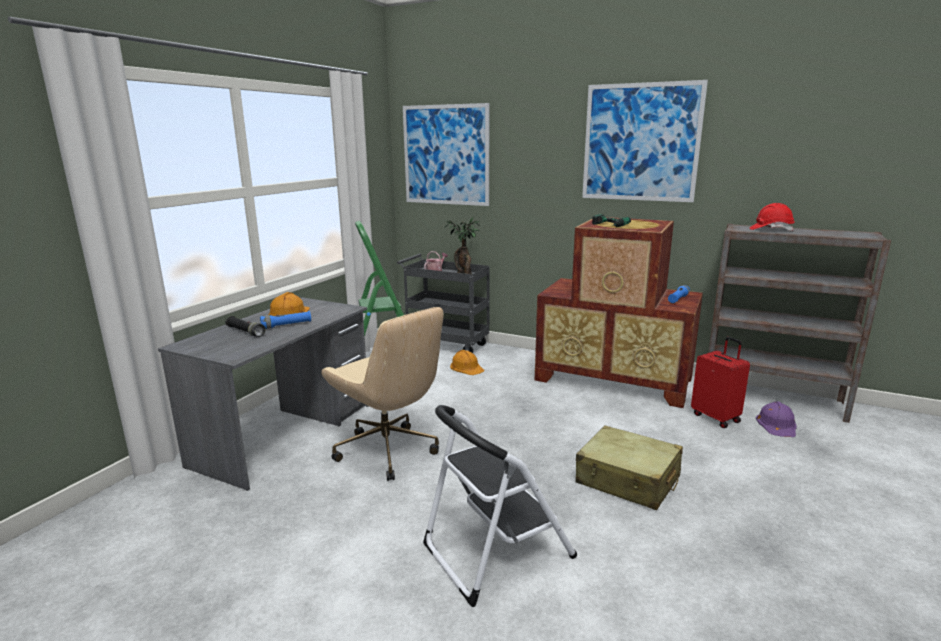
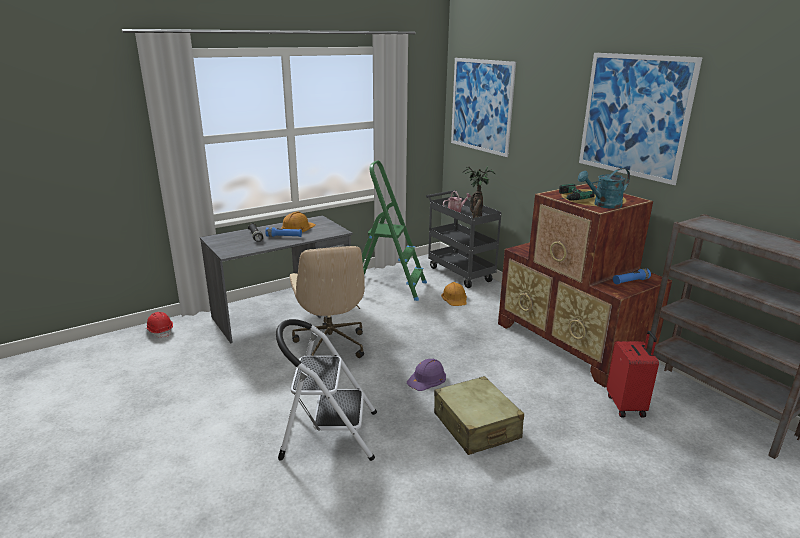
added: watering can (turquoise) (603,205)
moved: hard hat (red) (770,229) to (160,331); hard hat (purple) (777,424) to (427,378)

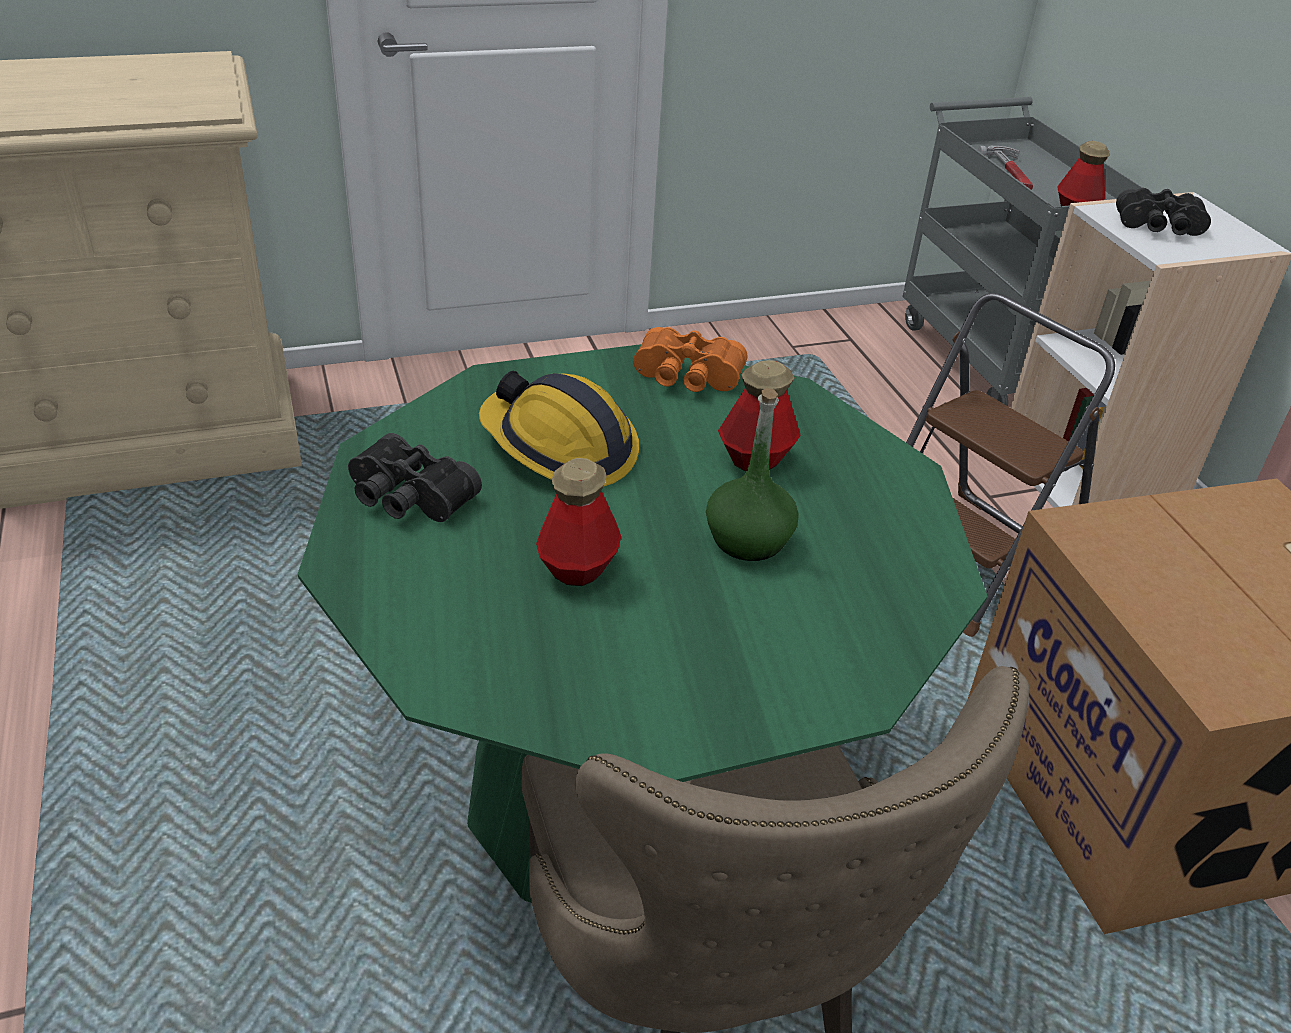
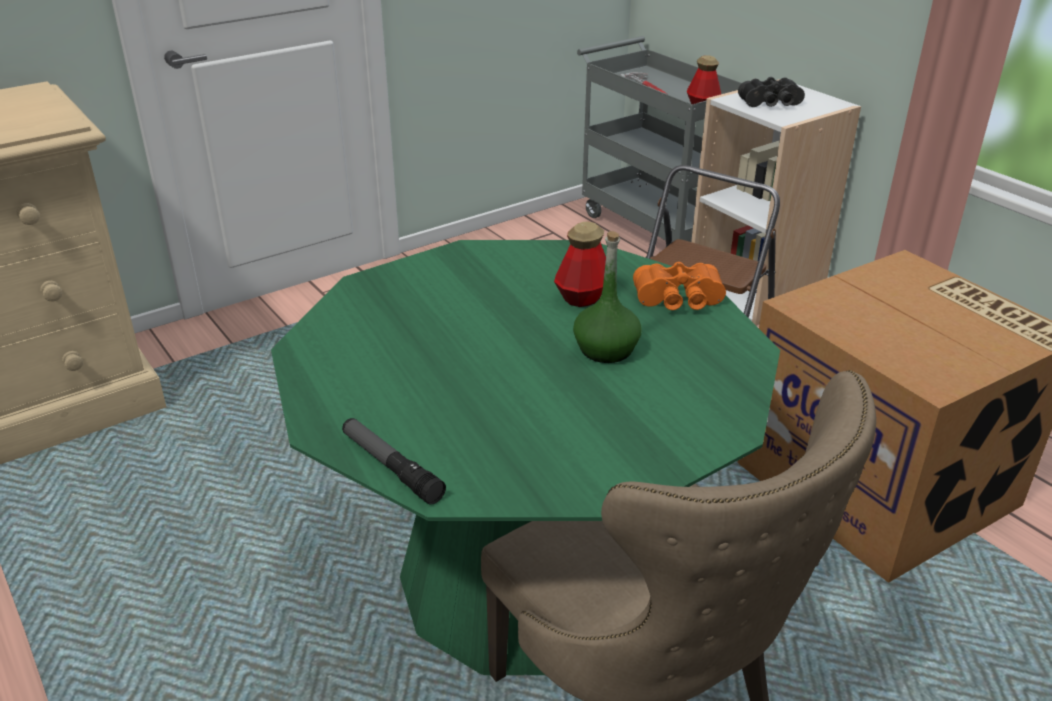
removed: binoculars (black) (407,498); hard hat (559,448); bottle (578,567)
added: flashlight (391,467)
moved: binoculars (orange) (686,378) to (679,301)

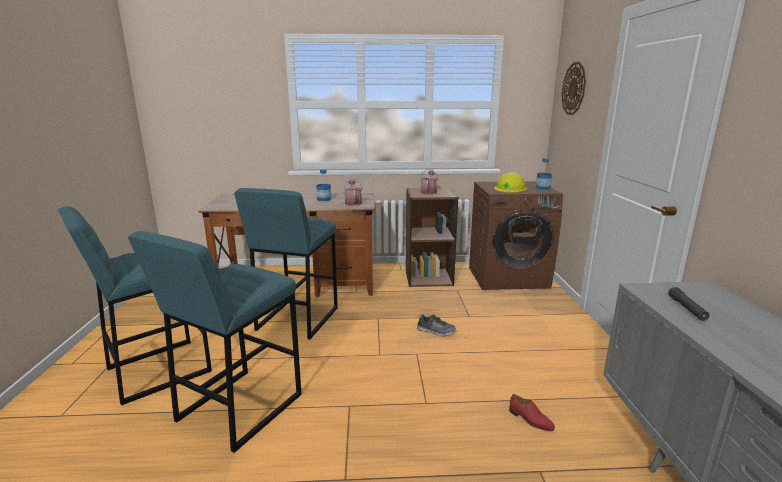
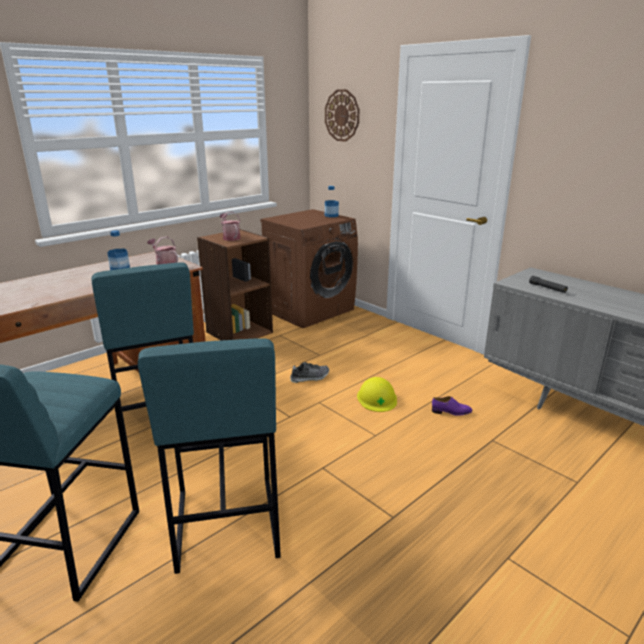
moved: hard hat (yellow) (510,188) to (377,398)
recoloured: shoe (red) (530,420) to shoe (purple) (451,412)

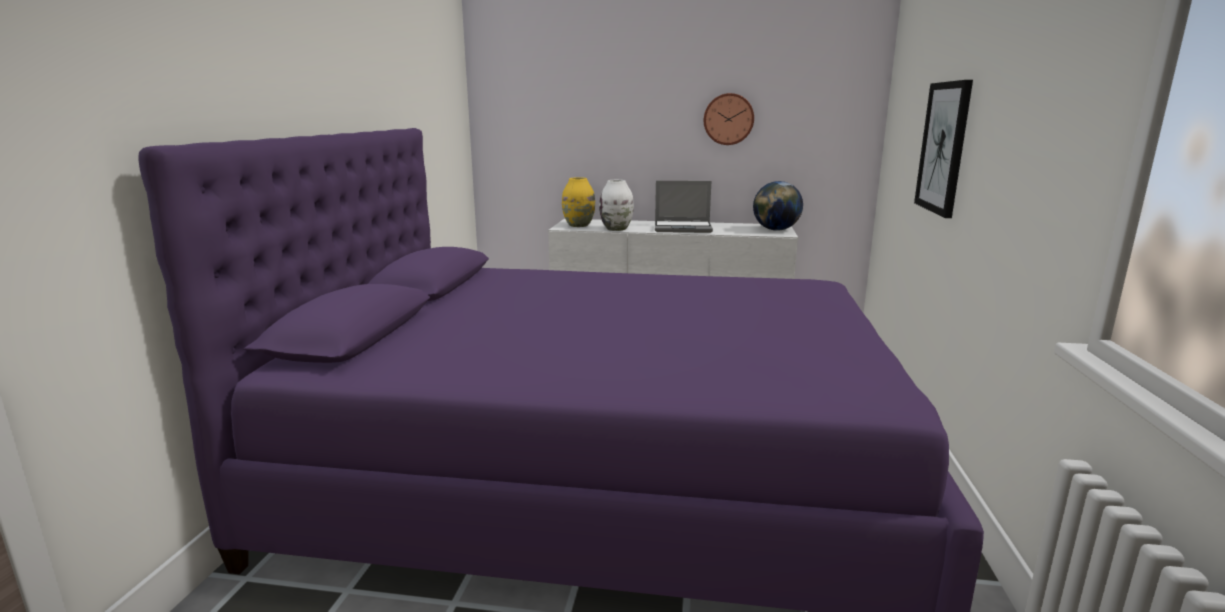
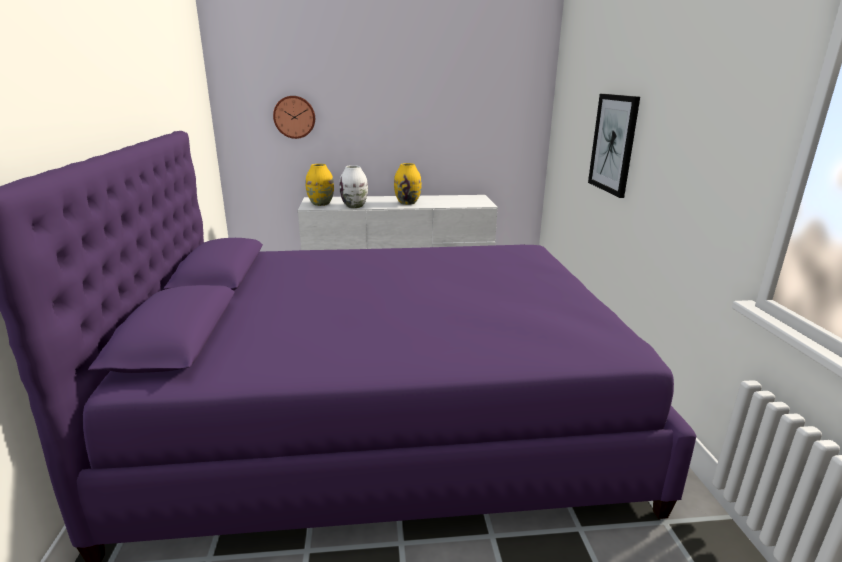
removed: globe (776,230)
moved: wall clock (728,119) to (294,117)
replaced: laptop (683,228) to vase (yellow) (407,203)

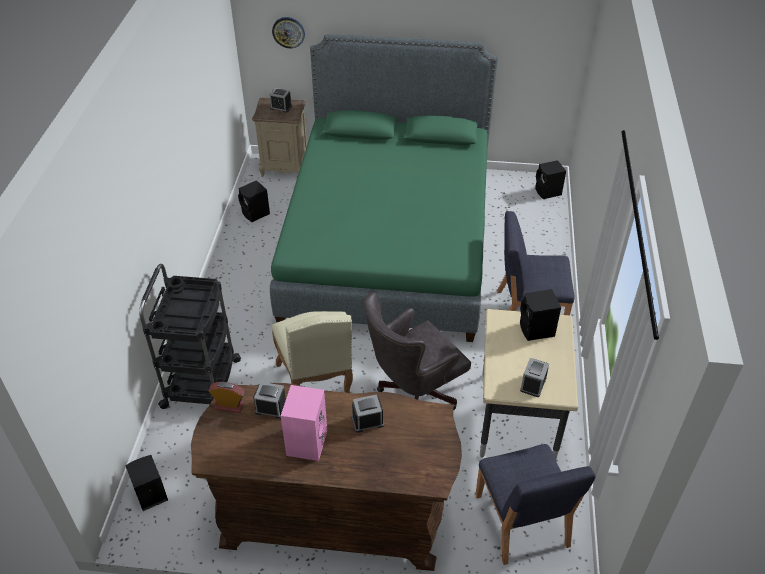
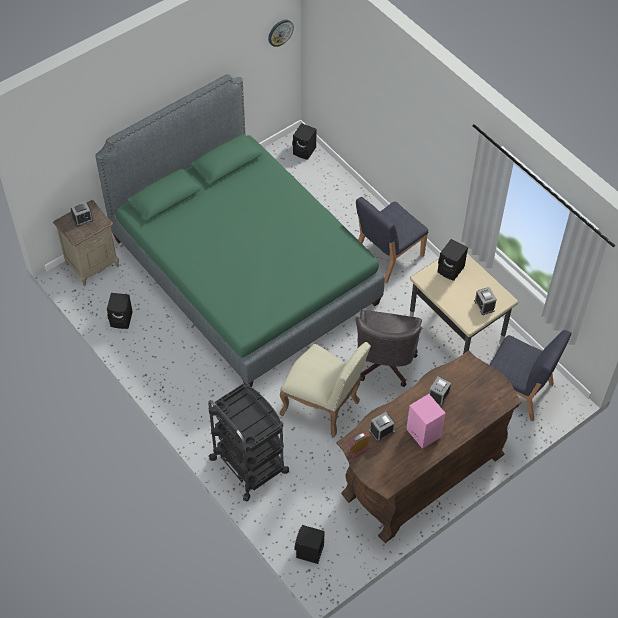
moved: wall clock (288,32) to (280,32)

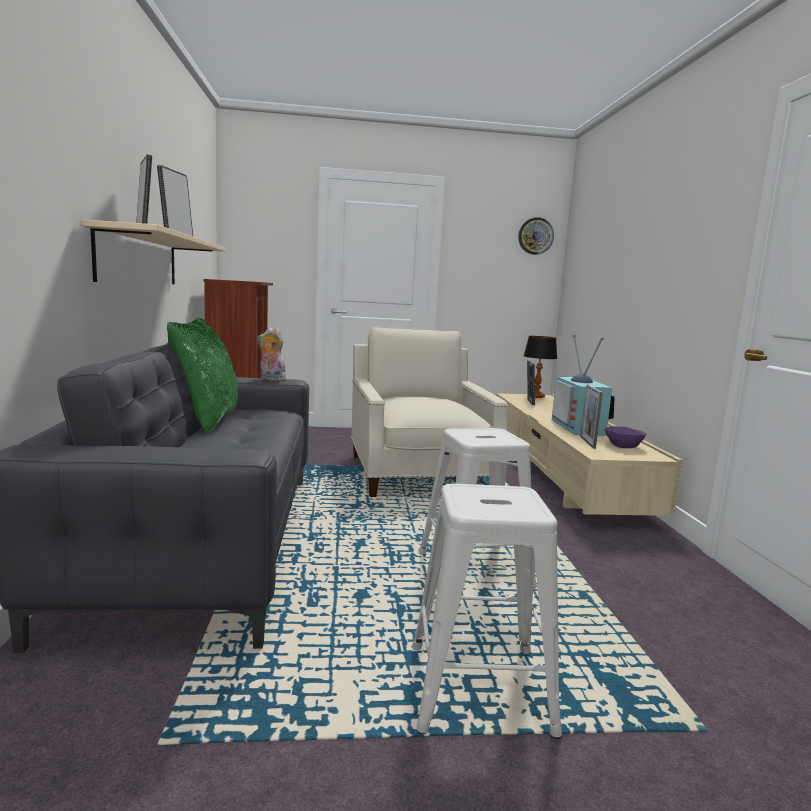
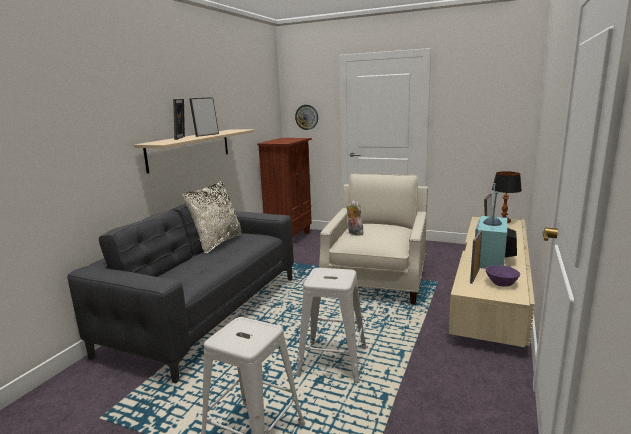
moved: wall clock (535,236) to (307,117); plush toy (270,379) to (354,233)
recoloured: pillow (green) (206,421) to pillow (beige) (218,243)

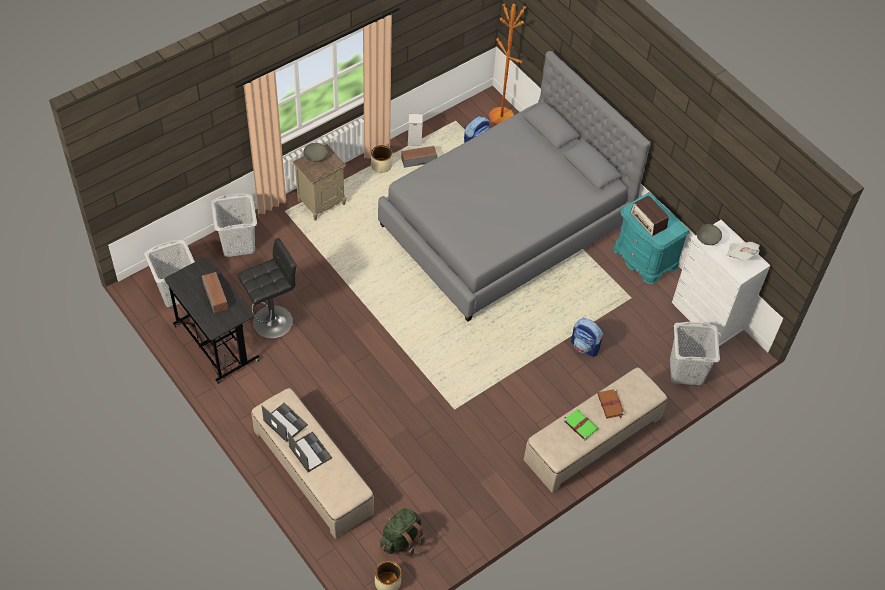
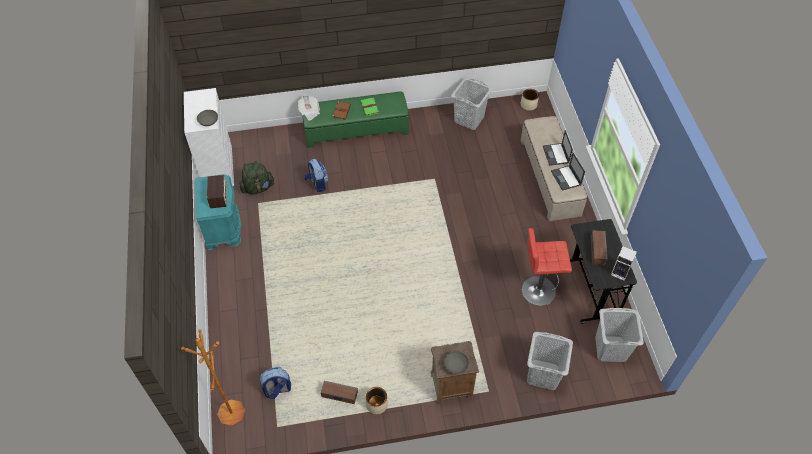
removed: bed (grey) (506,224)
moved: backpack (green) (401,539) to (258,188); newspaper (740,255) to (309,112); laundry basket (grey) (686,371) to (468,119); speaker (414,142) to (620,273)
recoloured: bench (beige) (592,439) to bench (green) (356,129); stool (black) (273,322) to stool (red) (538,290)

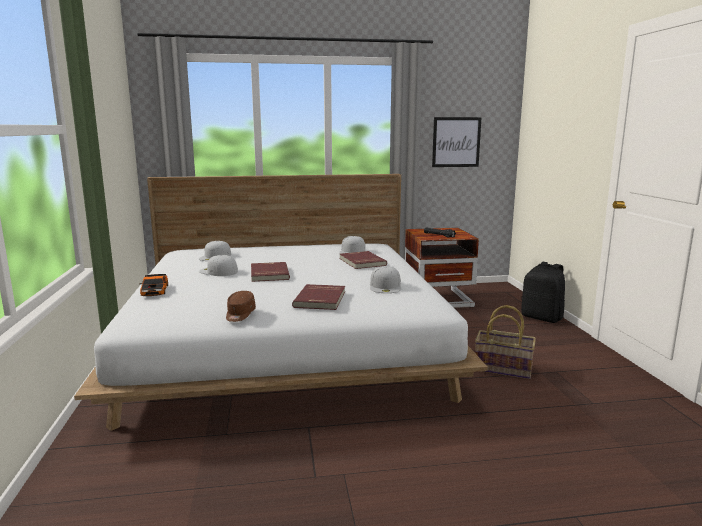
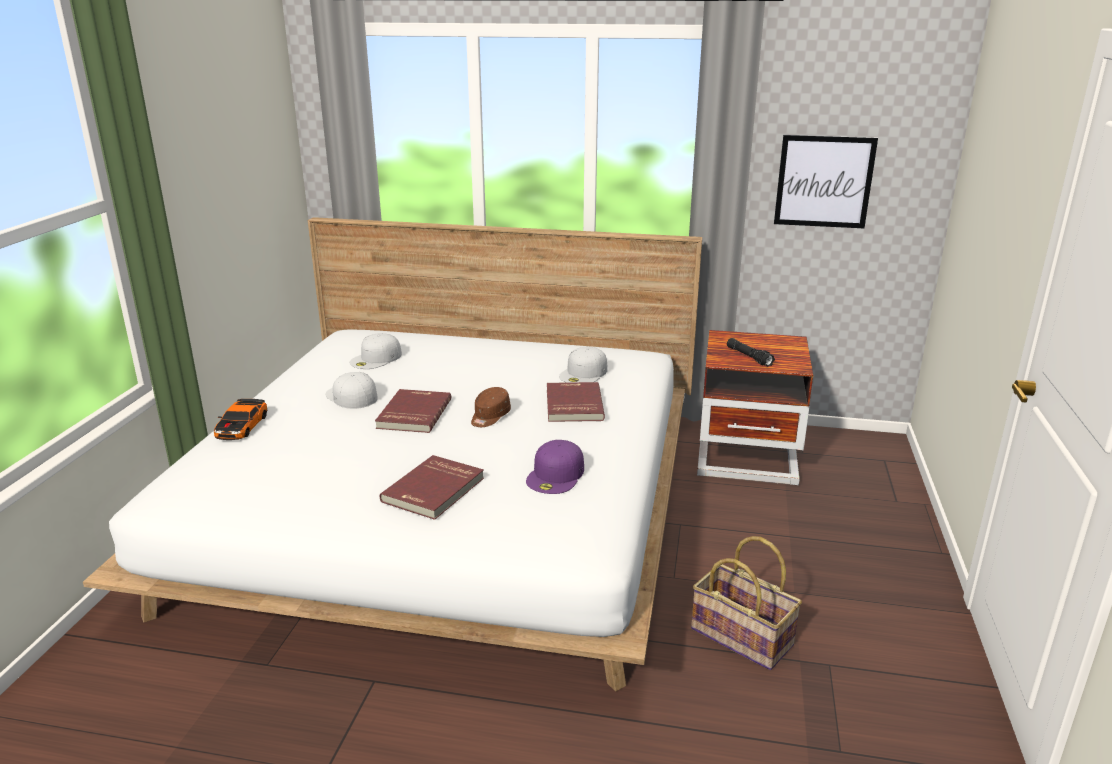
removed: backpack (black) (542,318)
moved: cap (brown) (240,314) to (489,417)
recoloured: cap (white) (386,286) to cap (purple) (556,475)

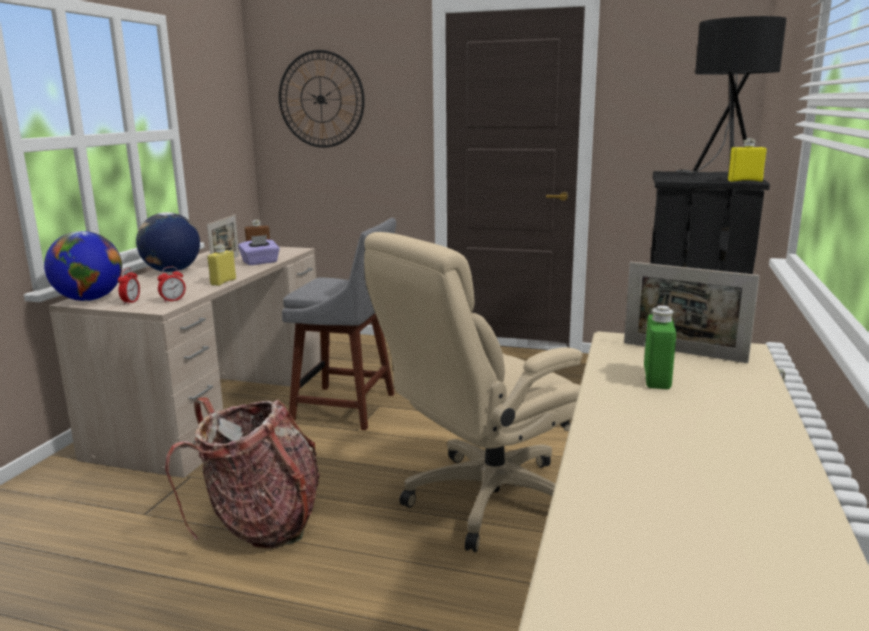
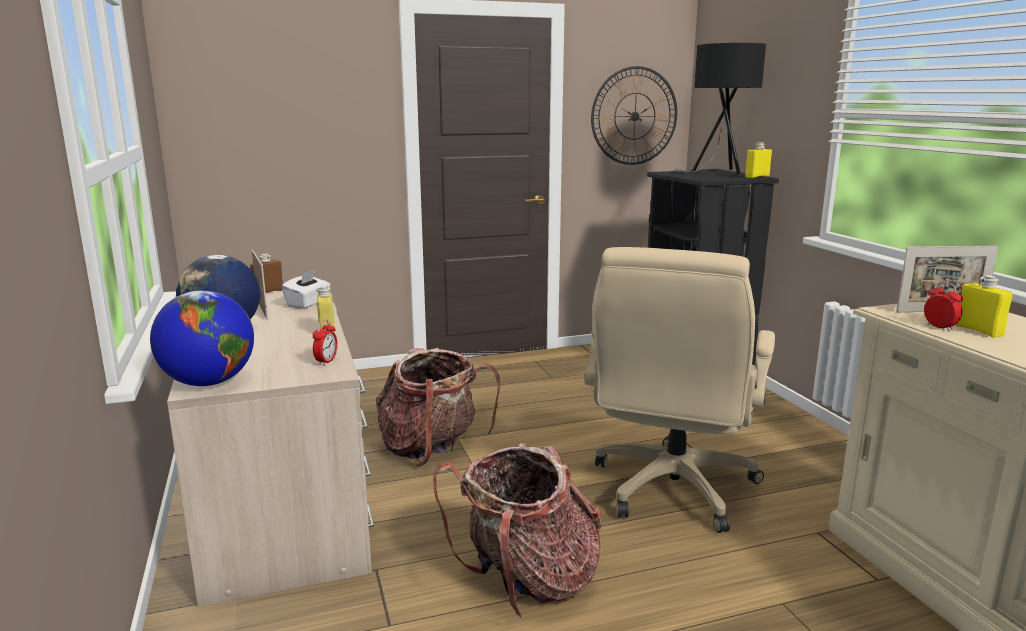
moved: wall clock (321,99) to (634,116); alarm clock (131,302) to (939,327)
replaced: chair (grey) (349,408) to backpack (432,449)
recoloured: tissue box (purple) (260,262) to tissue box (white) (308,304); bottle (green) (656,378) to bottle (yellow) (979,331)

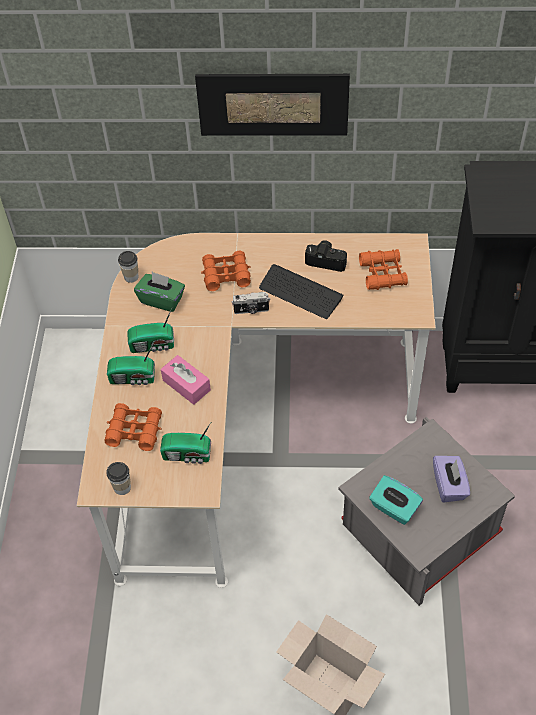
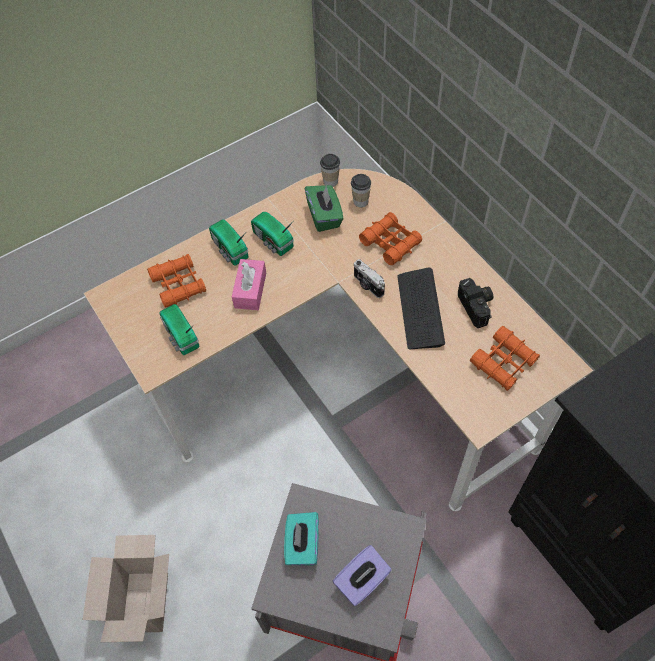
removed: picture (273,104)
moved: cup (122,487) to (360,201)

